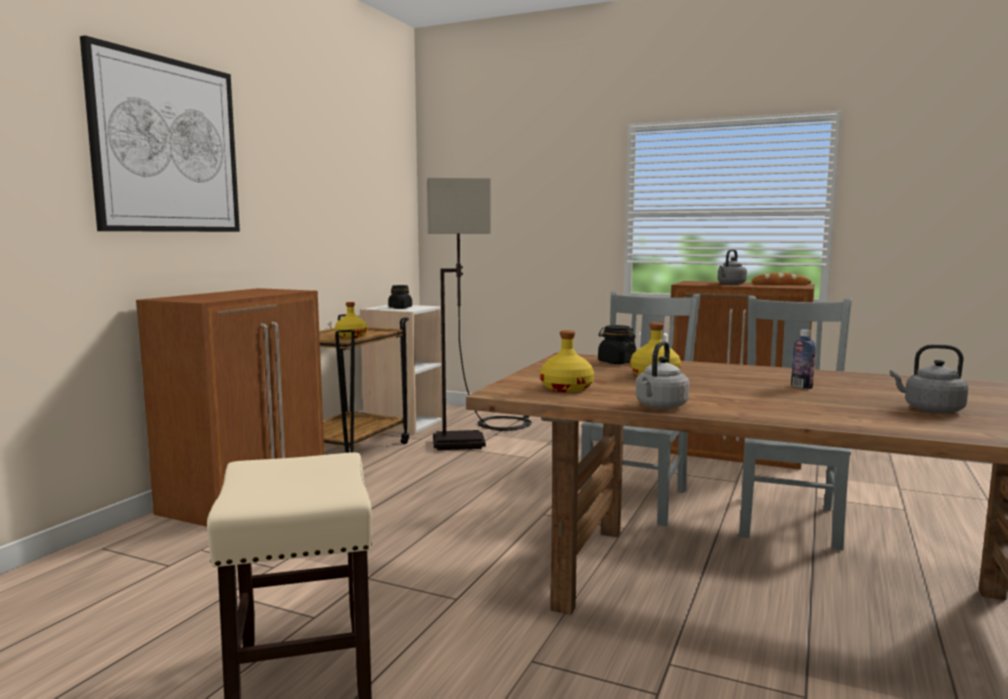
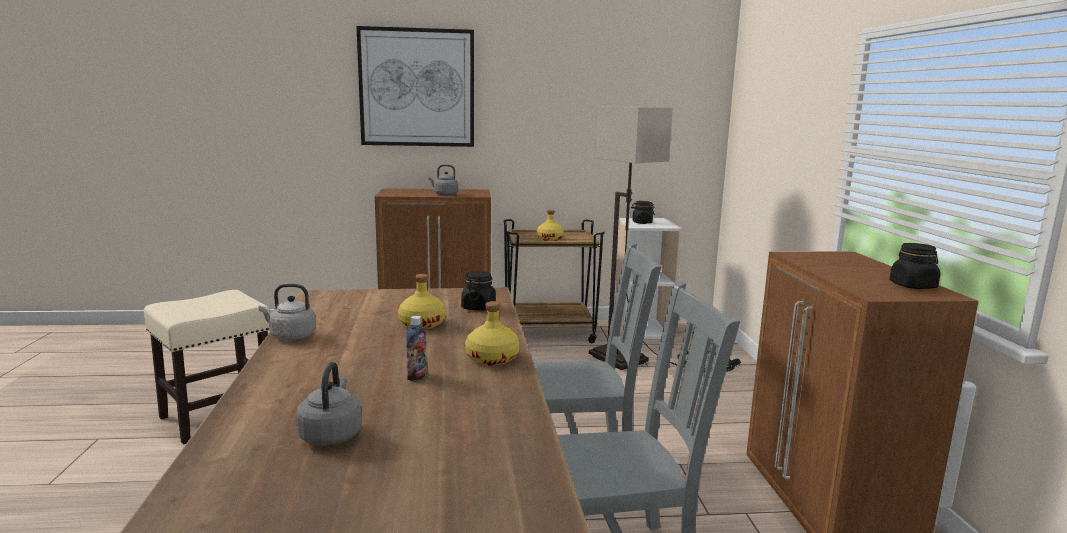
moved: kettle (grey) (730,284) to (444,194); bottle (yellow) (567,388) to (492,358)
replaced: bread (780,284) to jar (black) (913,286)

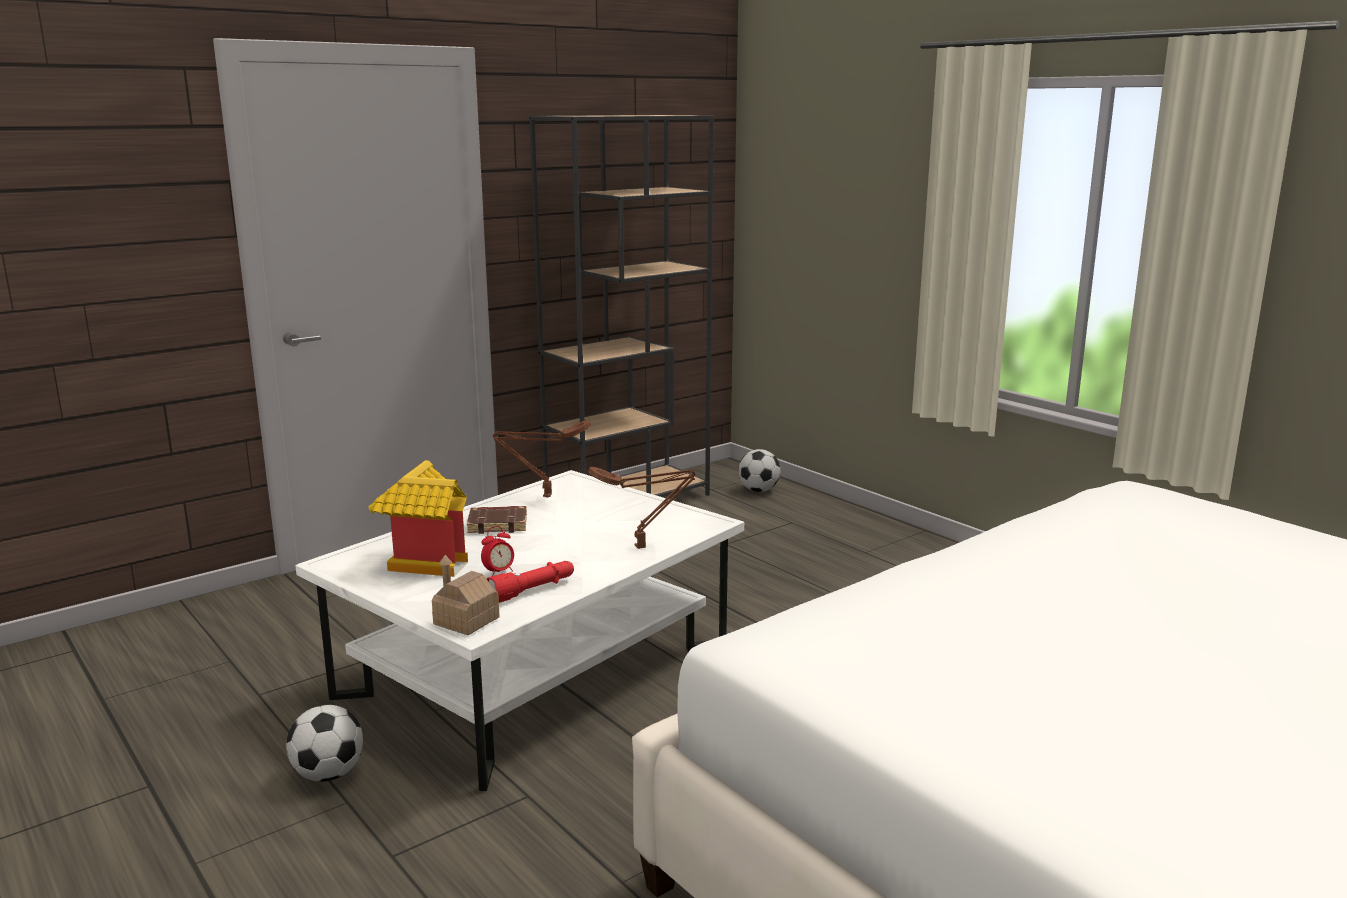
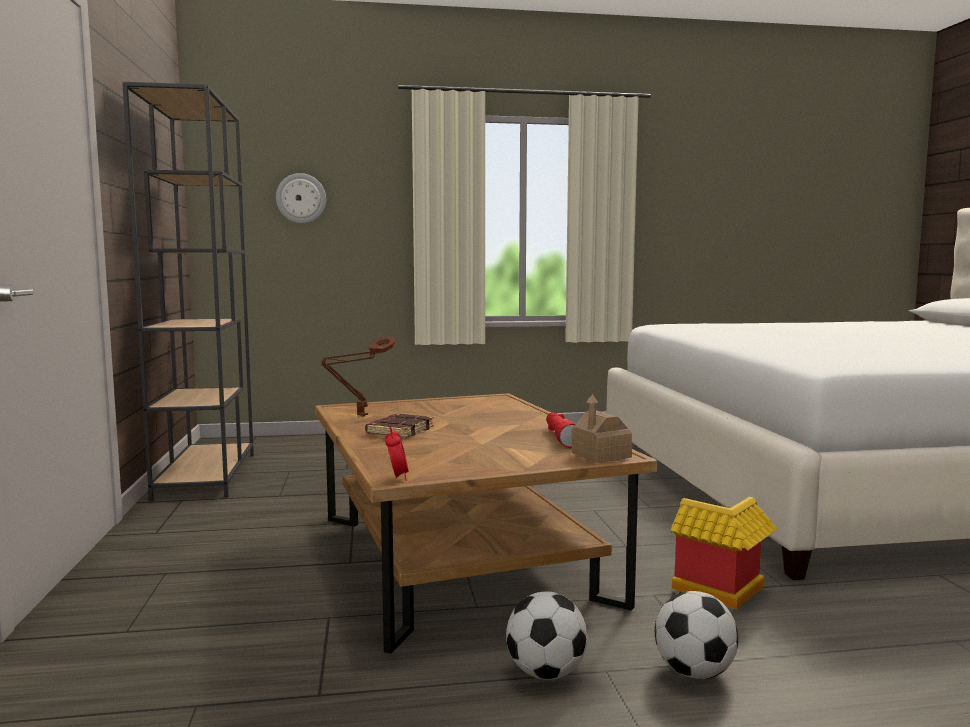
removed: table lamp (brown) (643,547)
added: wall clock (301,198)
moved: alarm clock (499,572) to (397,478); football (759,490) to (694,672); toy house (422,561) to (719,592)
recoloured: coffee table (white) (536,671) to coffee table (brown) (458,558)

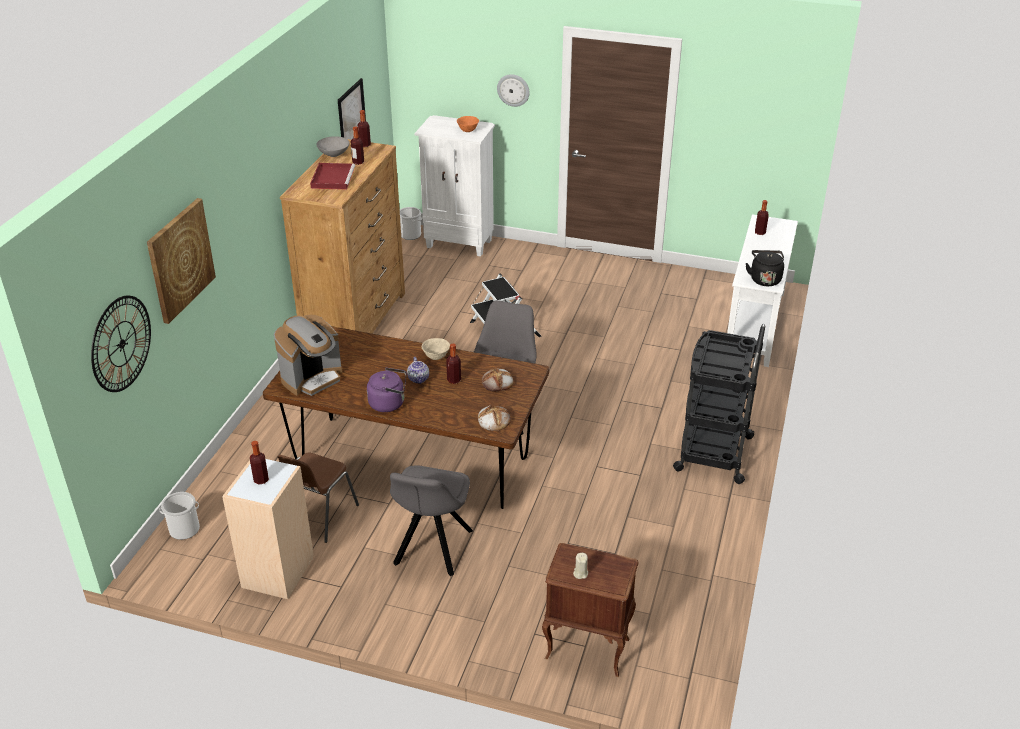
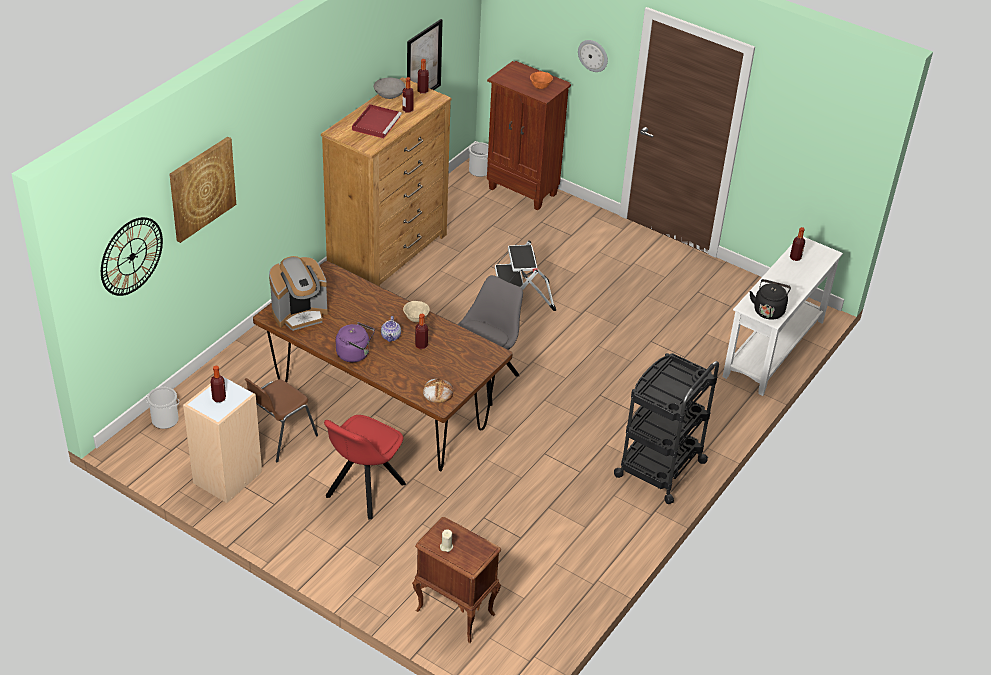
removed: bread (498,382)
recoloured: chair (grey) (432,547) to chair (red) (364,490); cabinet (white) (459,245) to cabinet (brown) (522,192)

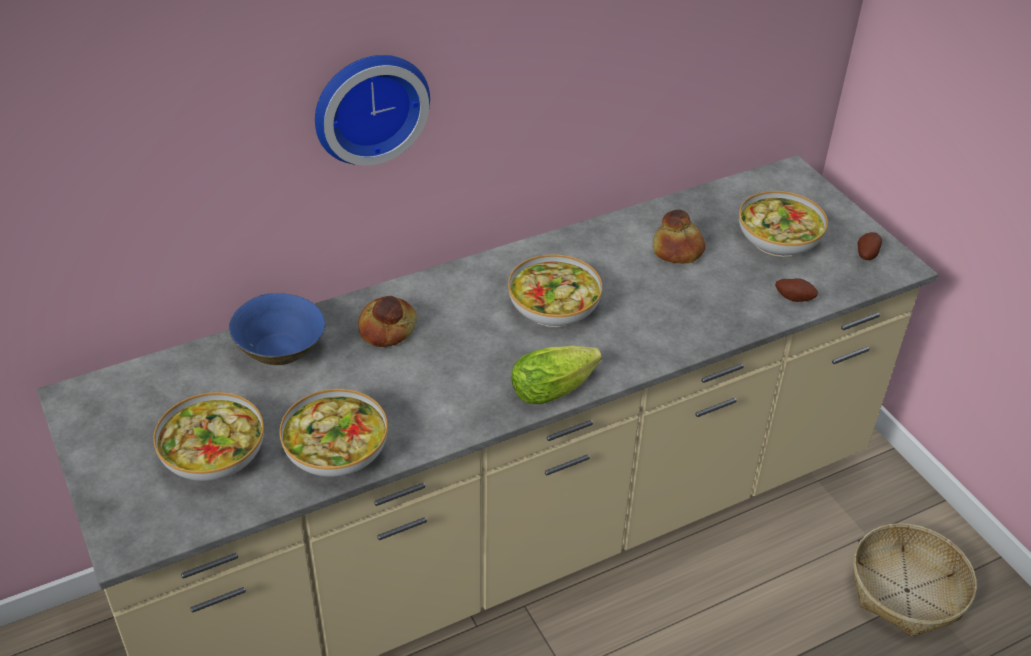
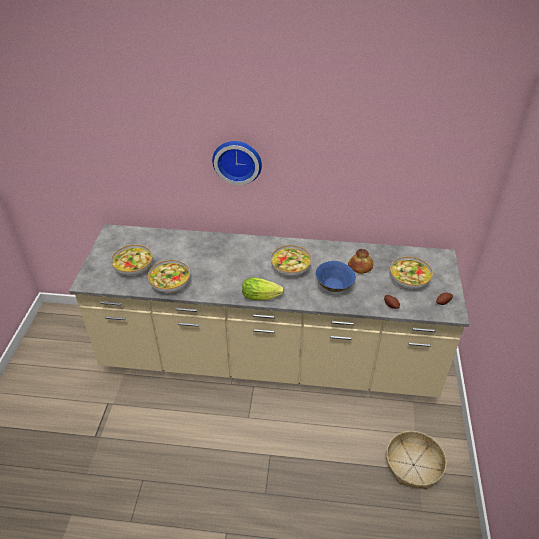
removed: bread (388,329)
moved: bowl (blue) (281,350) to (334,286)

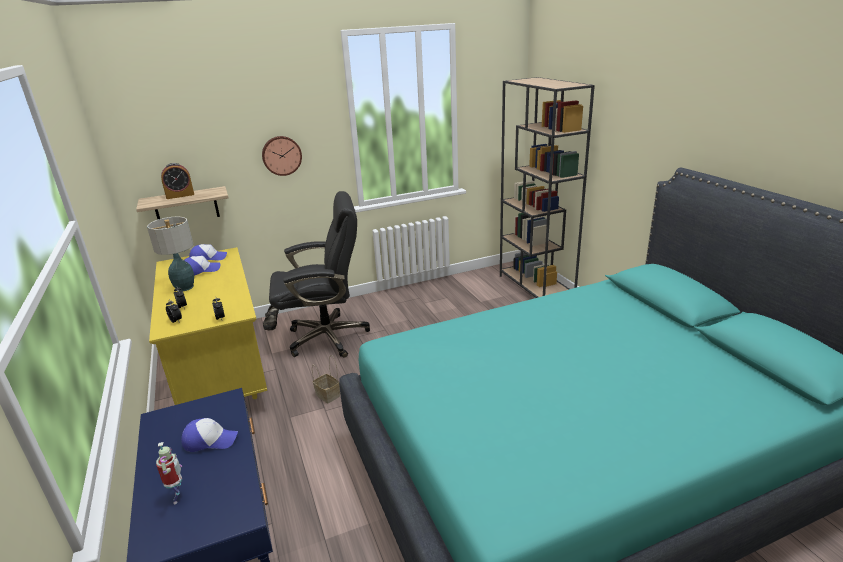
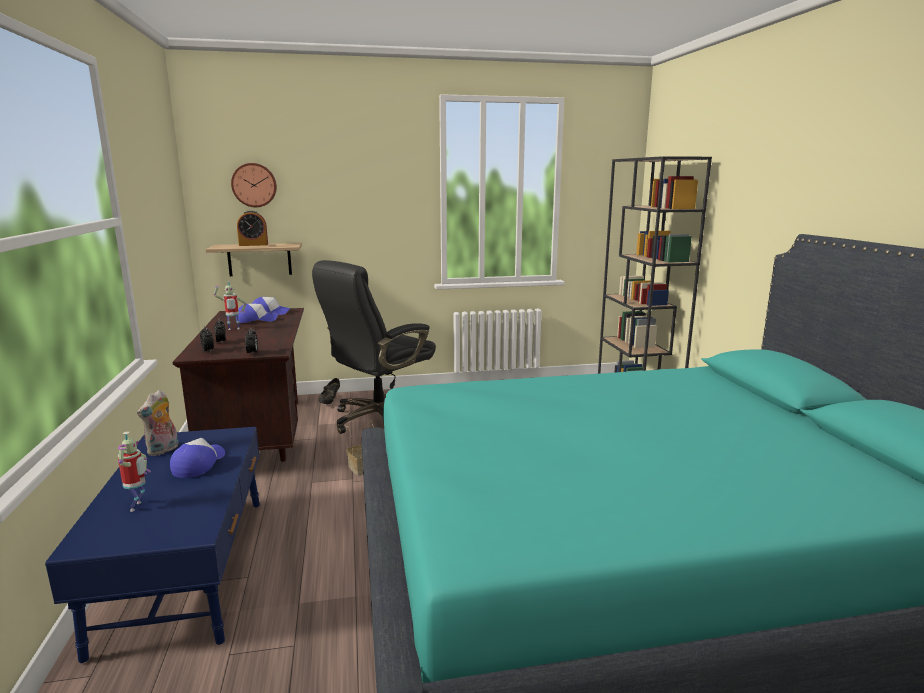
added: plush toy (163,450)
moved: wall clock (281,155) to (254,185)
replaced: table lamp (185,287) to toy robot (233,329)
recoloured: desk (yellow) (222,374) to desk (brown) (259,436)
turned: cap (210,440) = (199,464) 90 degrees counterclockwise; office chair (black) (325,338) = (380,418) 135 degrees clockwise

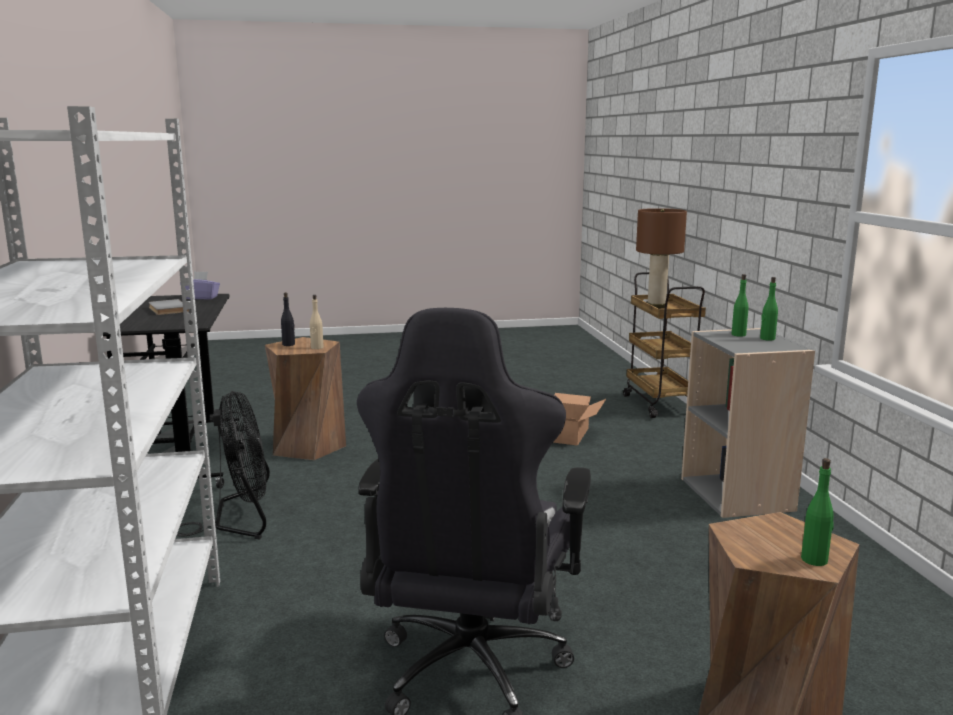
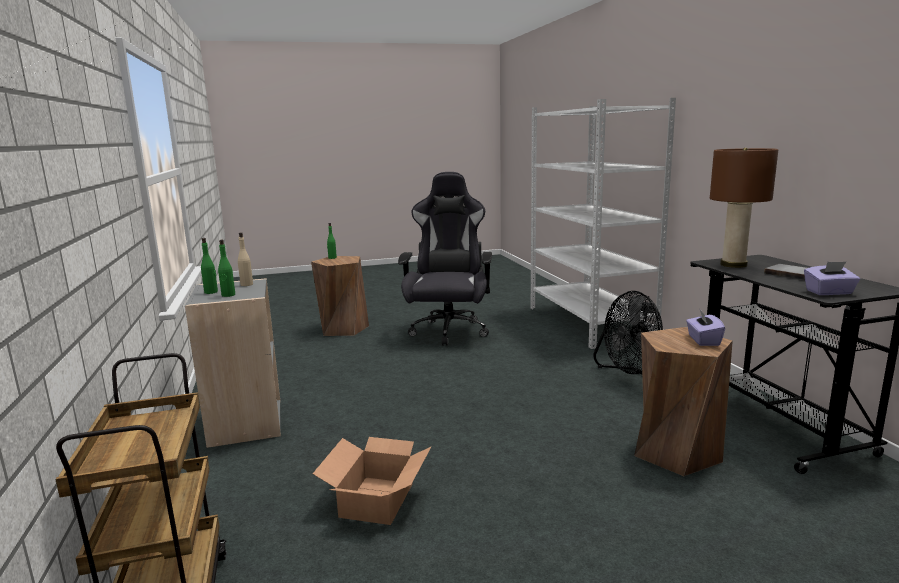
moved: bottle (beige) (317,347) to (247,284); table lamp (brown) (656,306) to (734,265)
replaced: bottle (black) (288,344) to tissue box (purple) (703,340)

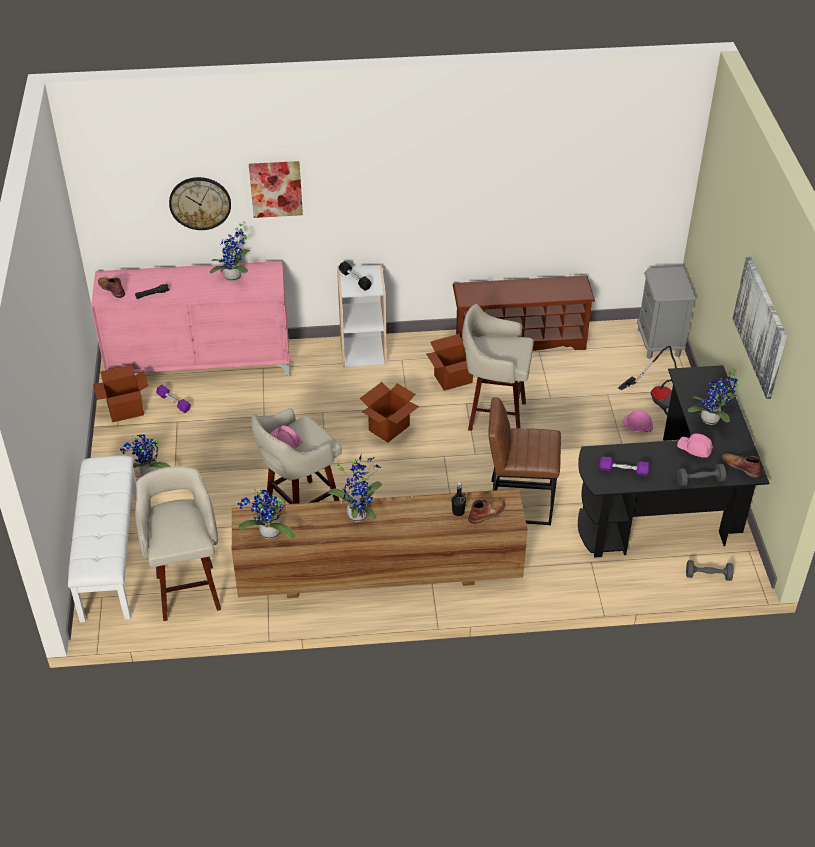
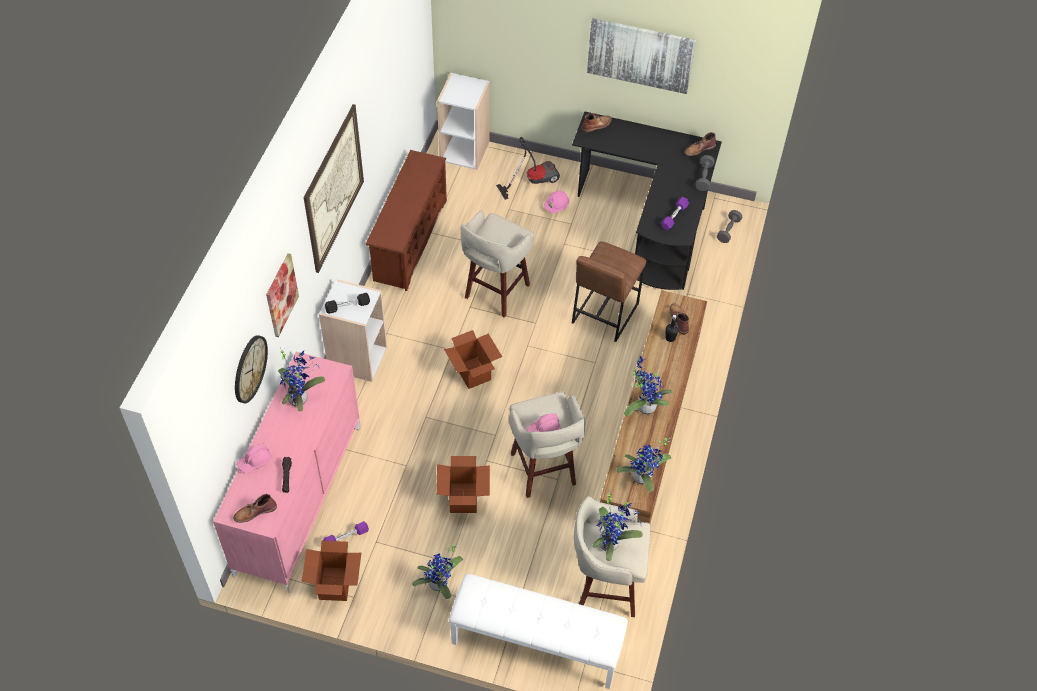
added: picture (334,188); boot (brown) (596,125)
moved: hard hat (pink) (694,449) to (255,461); cardboard box (453,379) to (463,498); potted plant (712,420) to (611,543)
replaced: nightstand (grey) (659,343) to bookcase (465,151)

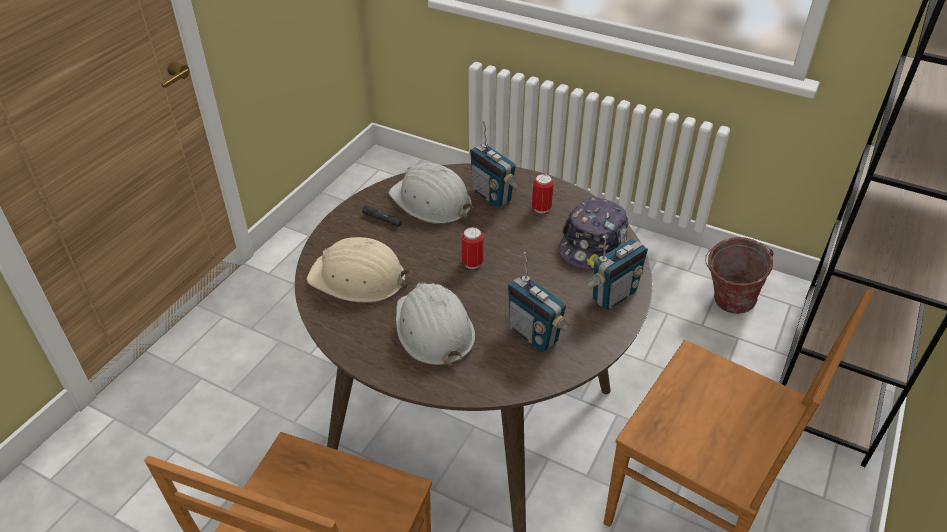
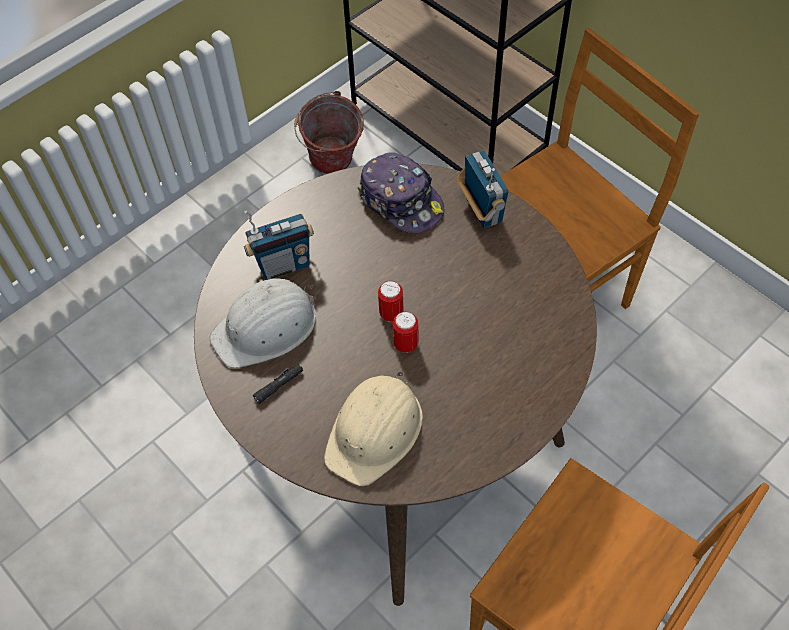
removed: hard hat (white) (433,329); radio (534,335)
moved: can (541,208) to (406,344)

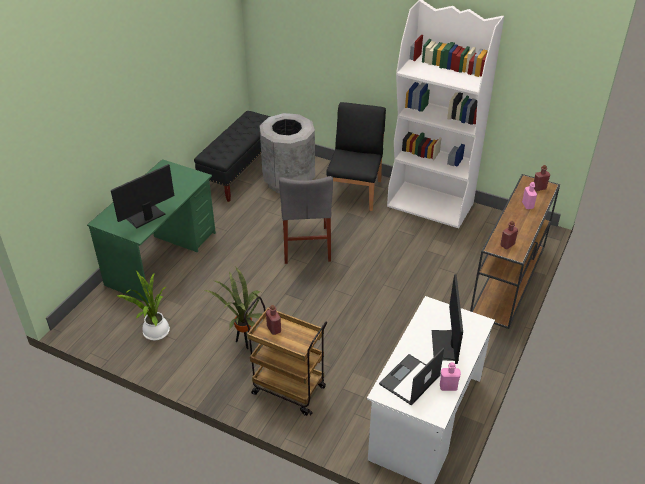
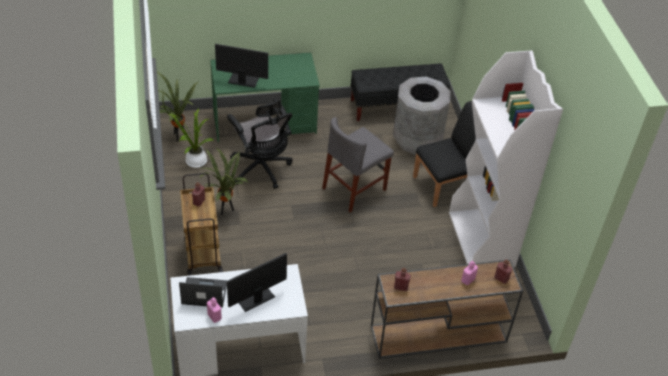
added: potted plant (179,136); office chair (261,168)

